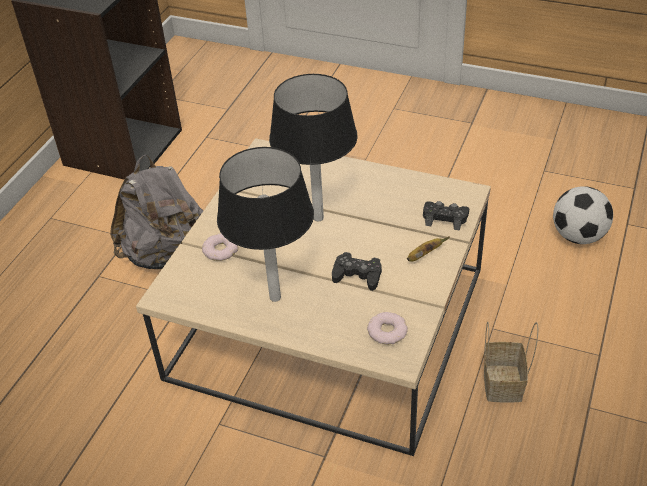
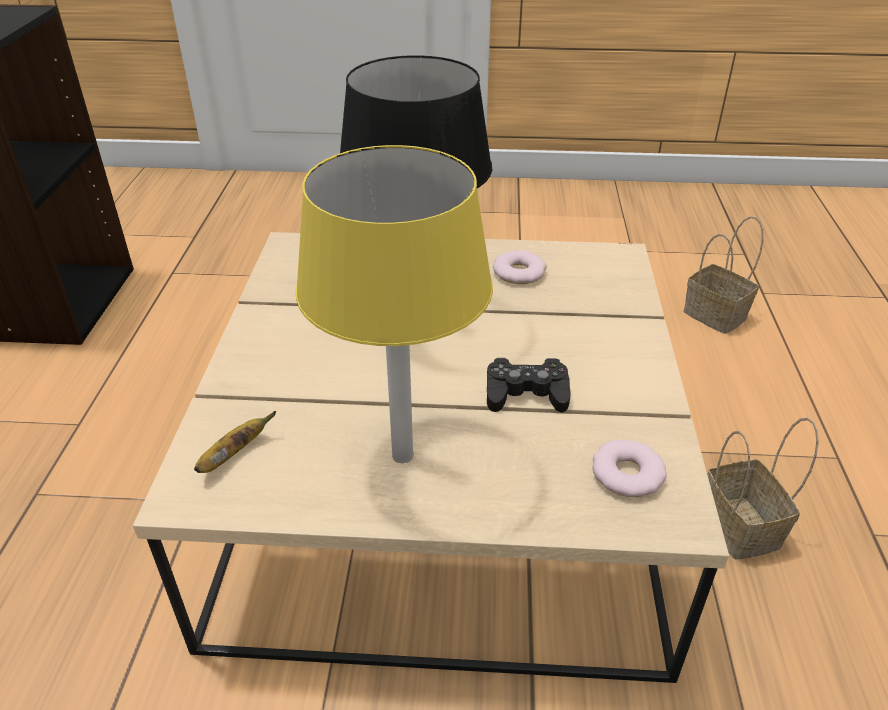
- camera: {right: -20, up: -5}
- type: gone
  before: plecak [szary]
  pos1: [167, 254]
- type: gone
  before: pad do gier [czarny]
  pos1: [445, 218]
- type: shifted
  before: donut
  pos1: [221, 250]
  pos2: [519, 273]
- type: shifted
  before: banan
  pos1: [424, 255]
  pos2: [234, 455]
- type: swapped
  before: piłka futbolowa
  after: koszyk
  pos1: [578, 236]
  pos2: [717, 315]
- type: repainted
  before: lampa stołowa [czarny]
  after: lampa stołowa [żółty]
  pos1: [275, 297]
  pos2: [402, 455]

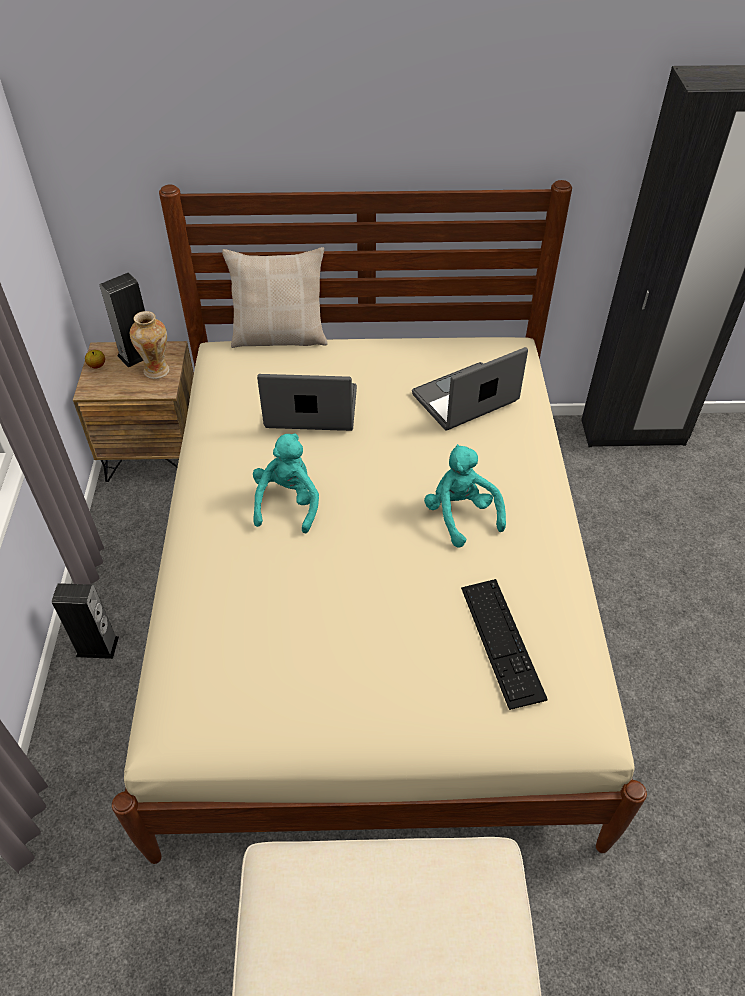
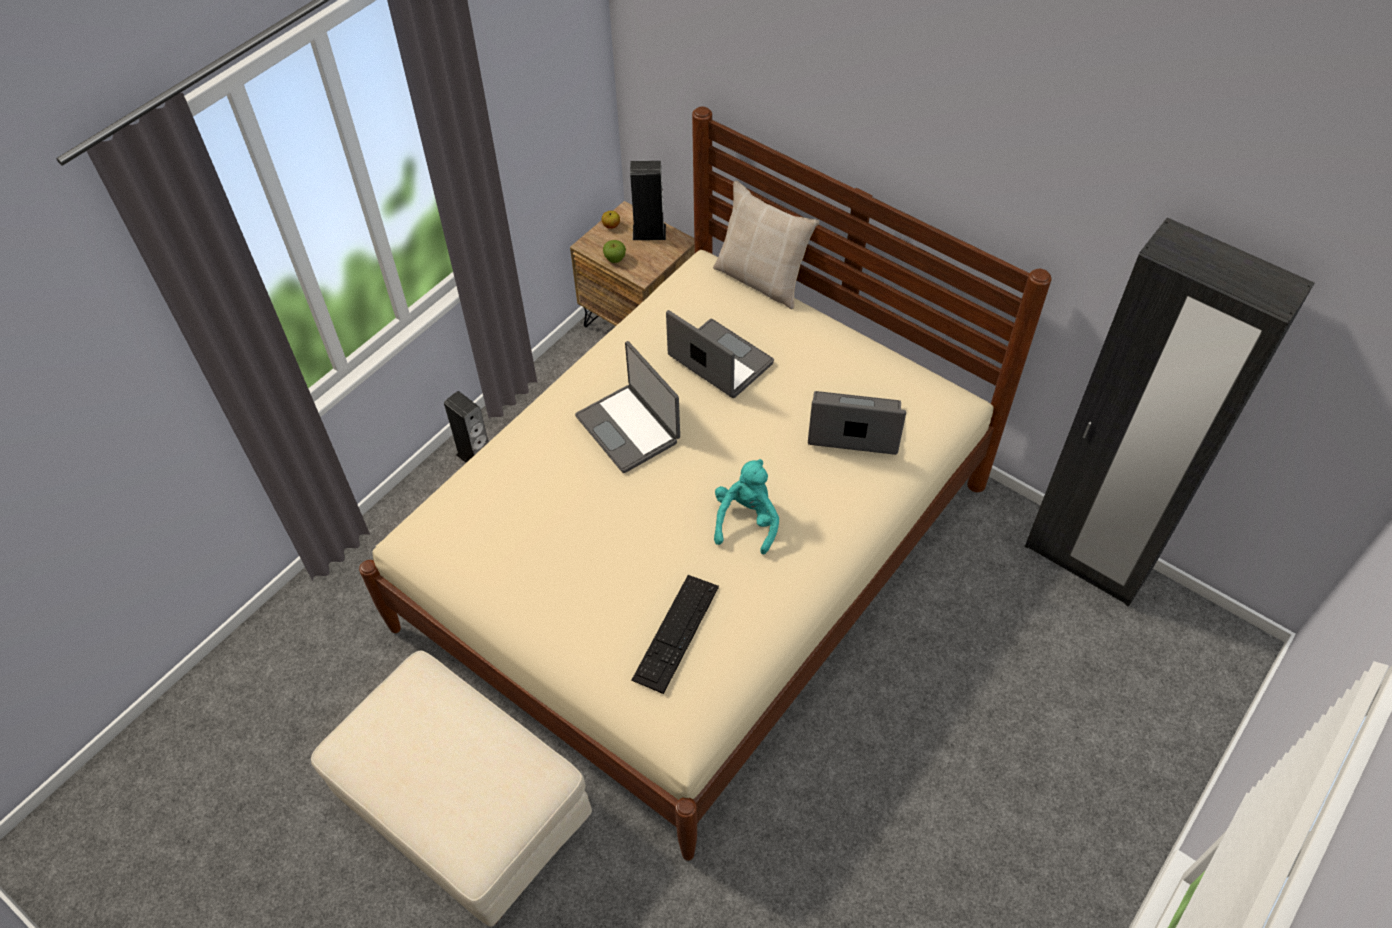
- camera: {right: 40, up: 5}
- type: gone
  before: wazon
  pos1: [157, 370]
- type: new
  after: jabłko
  pos2: [615, 259]
- type: swapped
  before: pluszak [turkusowy]
  after: laptop
  pos1: [288, 503]
  pos2: [629, 428]

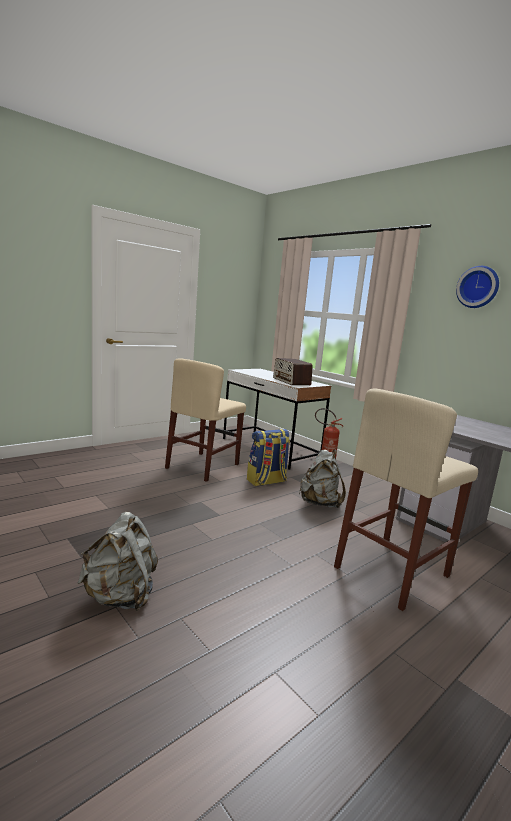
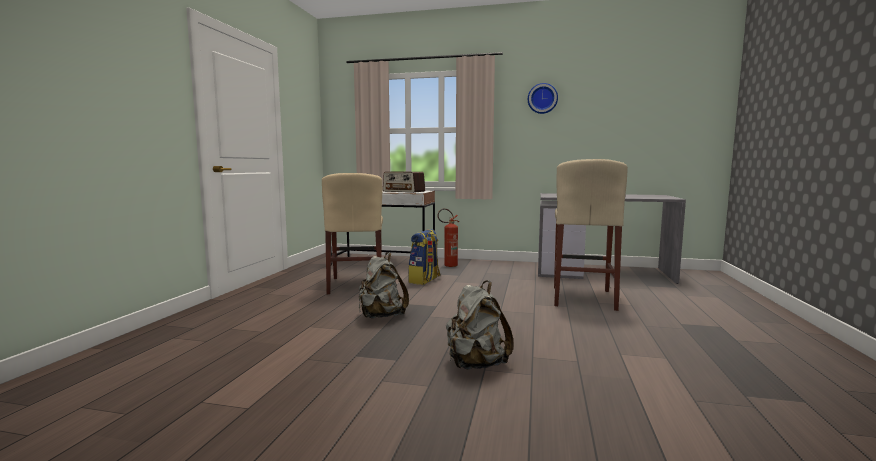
- camera: {right: -35, up: -5}
- type: shifted
  before: plecak [szary]
  pos1: [320, 503]
  pos2: [381, 316]

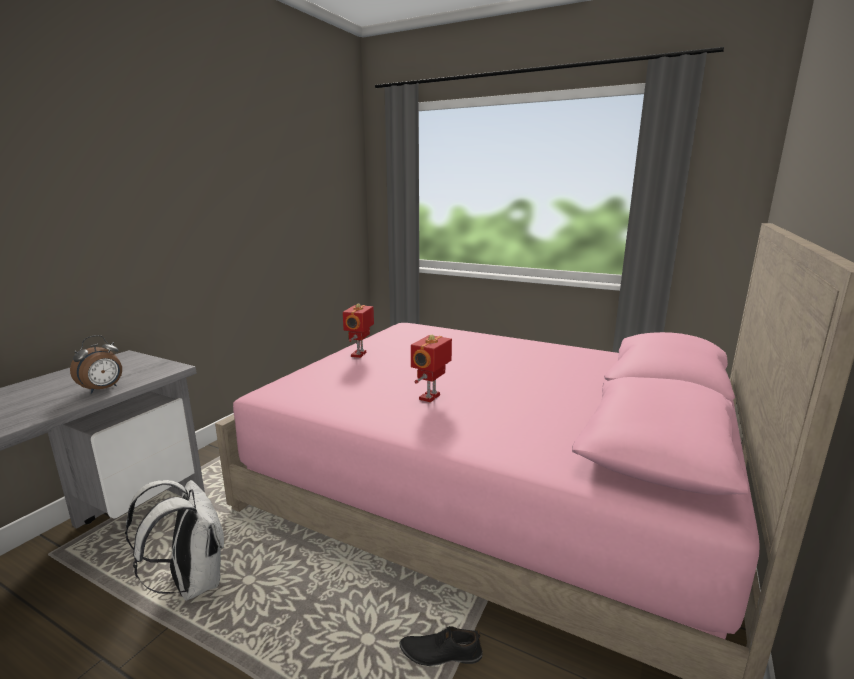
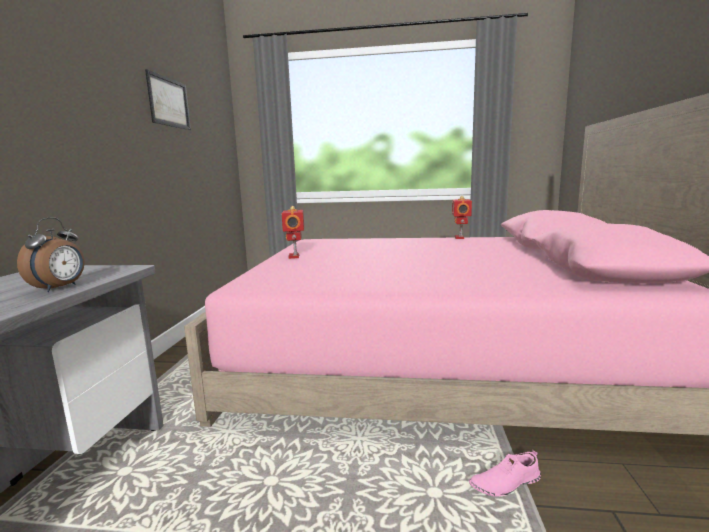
- camera: {right: -20, up: -5}
- type: gone
  before: plecak [biały]
  pos1: [192, 582]
- type: new
  after: obraz
  pos2: [169, 102]
- type: shifted
  before: robot zabawkowy
  pos1: [431, 397]
  pos2: [460, 238]
- type: repainted
  before: but [czarny]
  after: but [różowy]
  pos1: [440, 653]
  pos2: [504, 482]

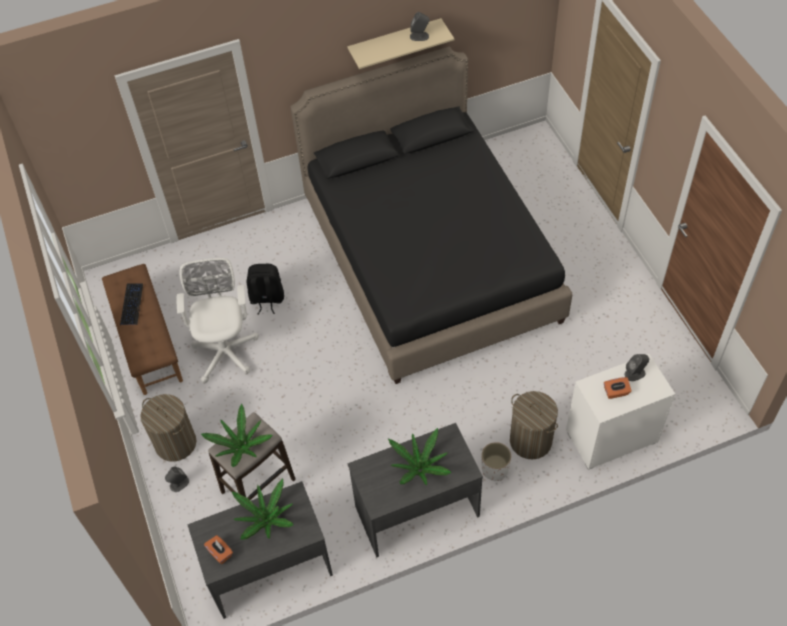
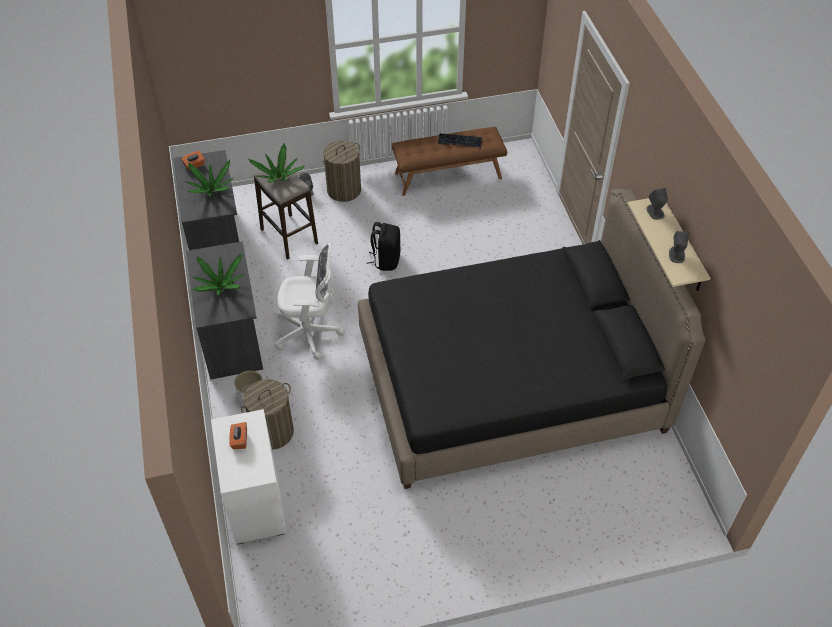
- camera: {right: 95, up: -5}
- type: shifted
  before: krzesło biurowe [biały]
  pos1: [225, 350]
  pos2: [311, 333]
- type: shifted
  before: plecak [czarny]
  pos1: [266, 299]
  pos2: [386, 260]
- type: shifted
  before: głośnik [szary]
  pos1: [635, 373]
  pos2: [655, 212]

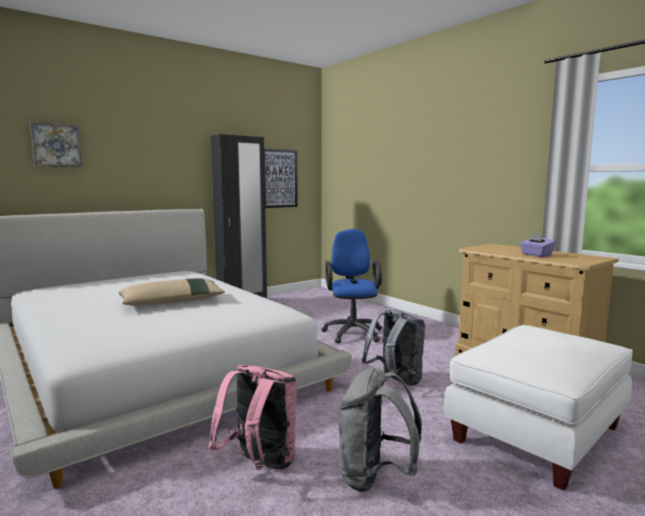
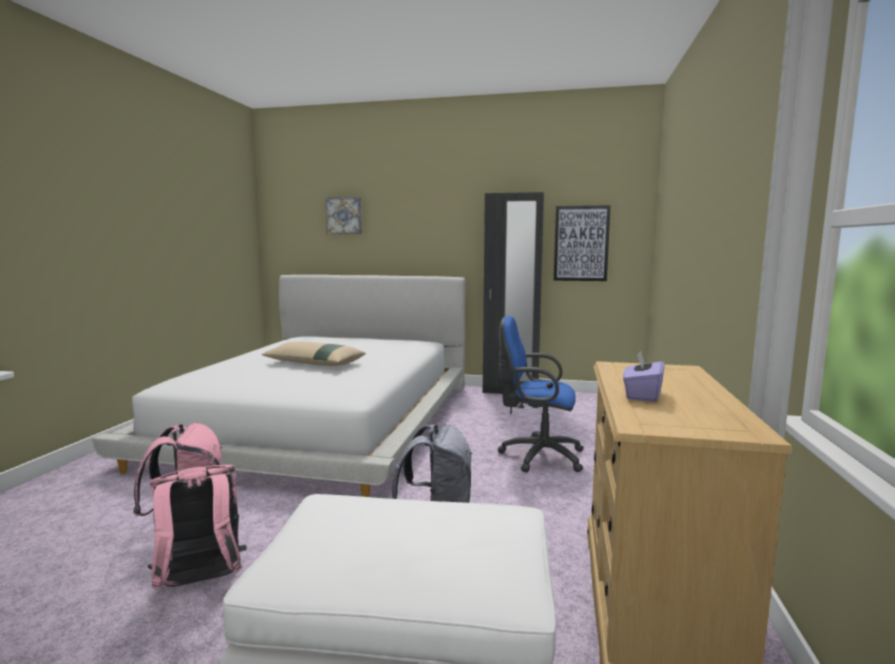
- camera: {right: 50, up: 0}
- type: repainted
  before: plecak [szary]
  after: plecak [różowy]
  pos1: [375, 477]
  pos2: [201, 584]
- type: rotated
  before: krzesło biurowe [niebieski]
  pos1: [352, 332]
  pos2: [537, 456]
  turn: -120

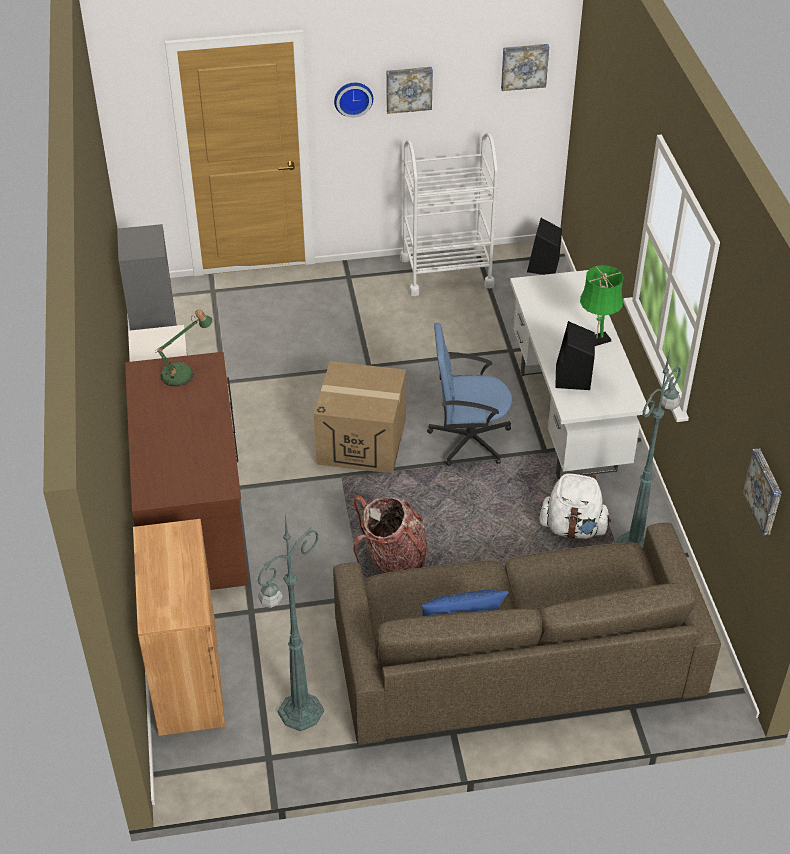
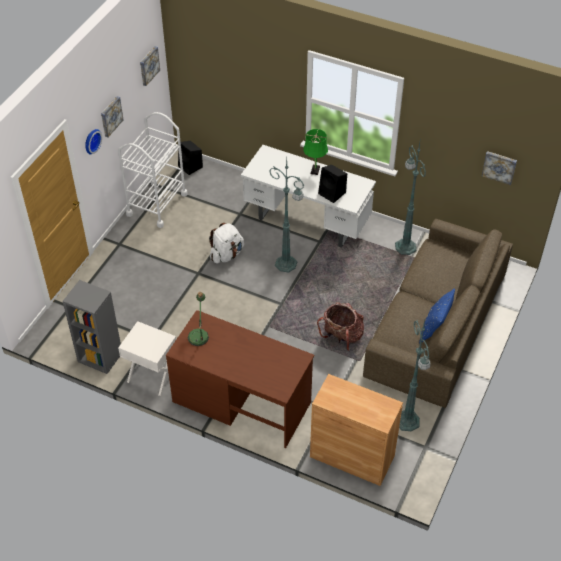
- camera: {right: -55, up: 5}
- type: gone
  before: karton
  pos1: [362, 441]
- type: shifted
  before: plecak [biały]
  pos1: [573, 528]
  pos2: [226, 254]
- type: swapped
  before: krzesło biurowe [niebieski]
  after: lampa stojąca [zielony]
  pos1: [468, 439]
  pos2: [287, 264]

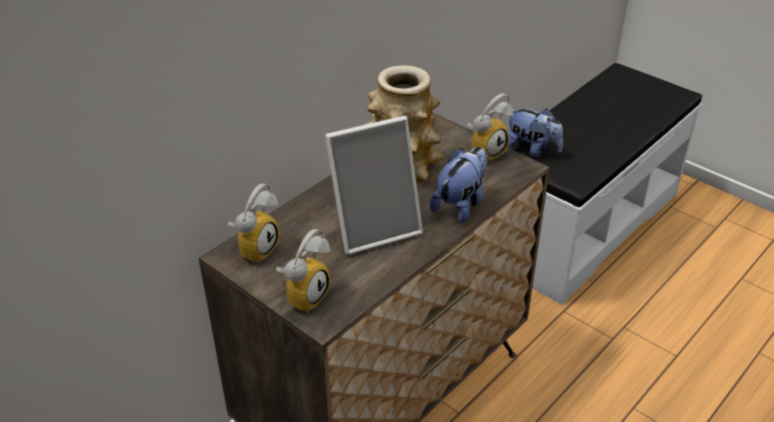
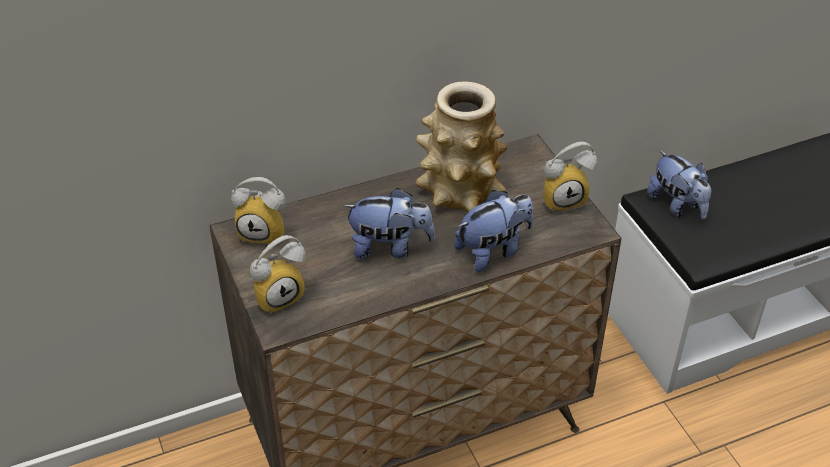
- camera: {right: 25, up: 5}
- type: swapped
  before: ramka na zdjęcie
  after: pluszak
  pos1: [374, 227]
  pos2: [390, 247]
- type: rotated
  before: budzik
  pos1: [255, 248]
  pos2: [265, 232]
  turn: 45

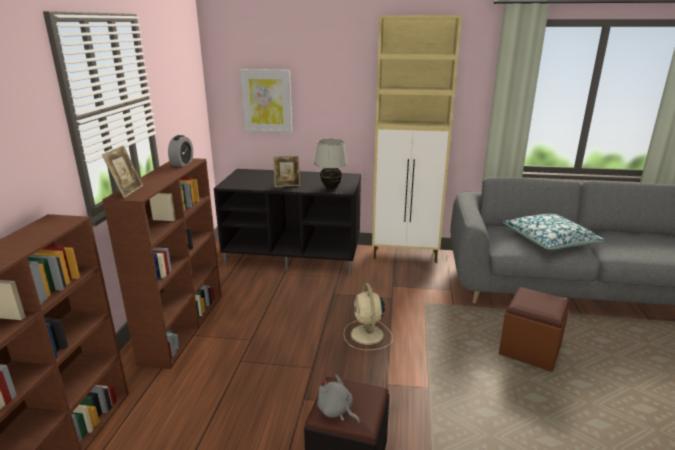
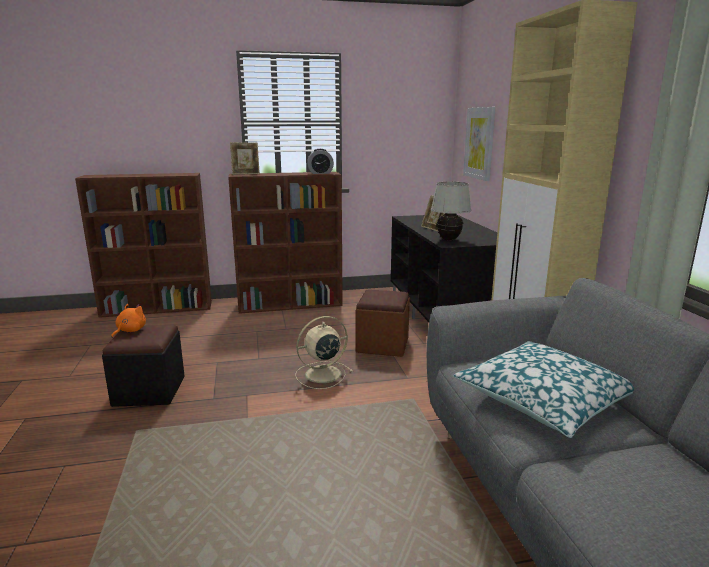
- camera: {right: 70, up: -5}
- type: shifted
  before: pufa [brązowy]
  pos1: [530, 349]
  pos2: [382, 345]
- type: repainted
  before: pluszak [szary]
  after: pluszak [pomarańczowy]
  pos1: [336, 411]
  pos2: [130, 331]

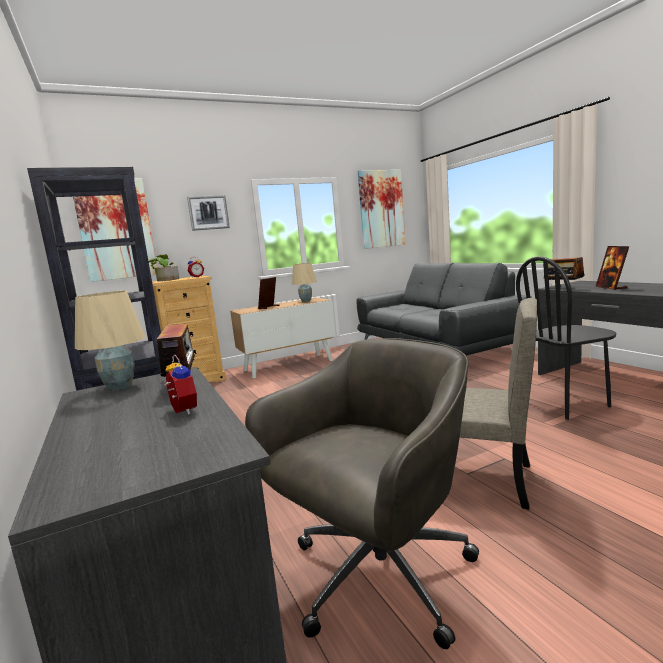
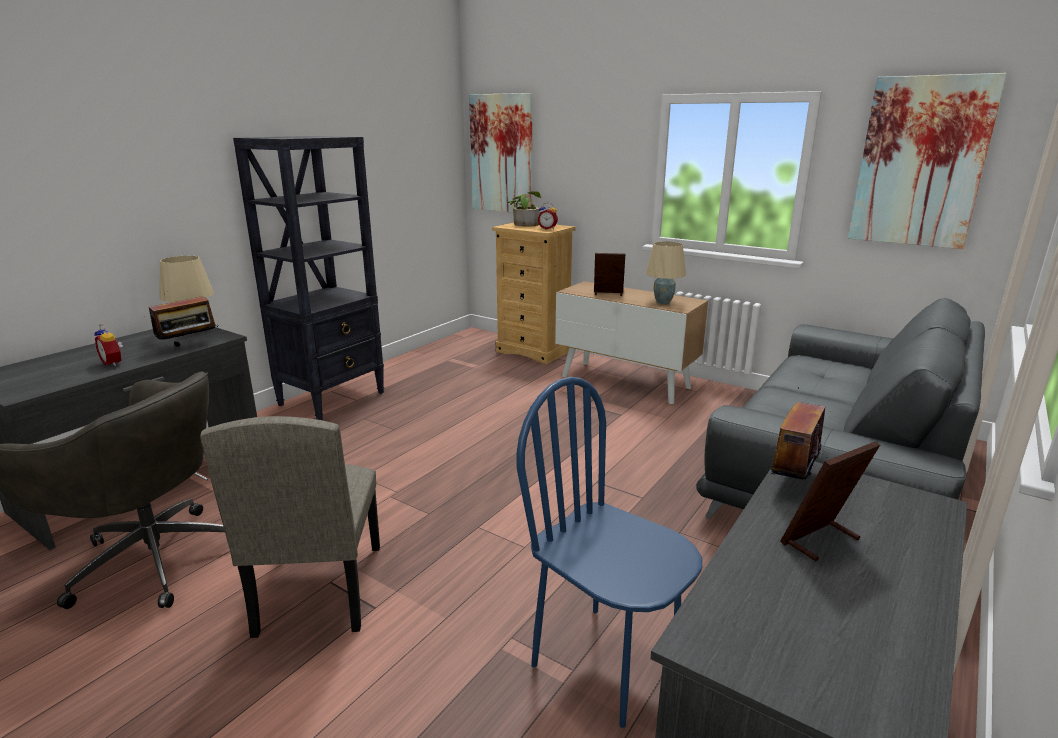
- camera: {right: 60, up: 10}
- type: gone
  before: obraz
  pos1: [208, 213]
- type: repainted
  before: krzesło [czarny]
  after: krzesło [niebieski]
  pos1: [566, 404]
  pos2: [606, 663]
- type: rotated
  before: budzik
  pos1: [181, 411]
  pos2: [114, 363]
  turn: 105

